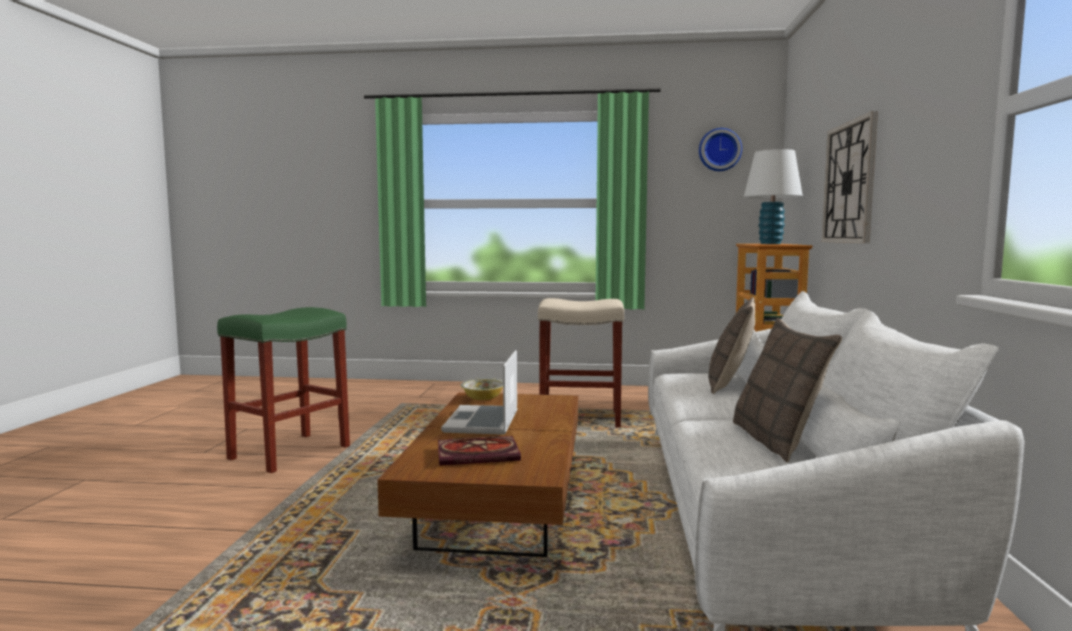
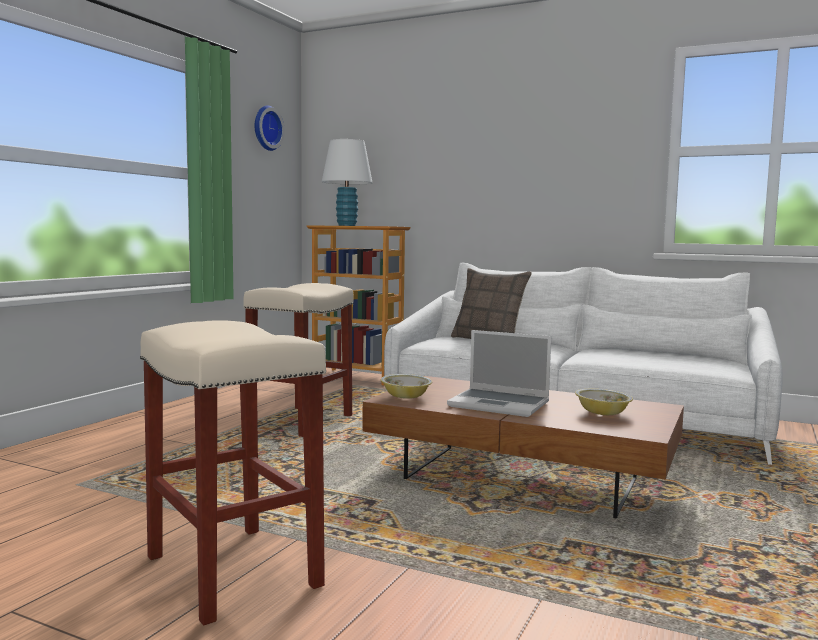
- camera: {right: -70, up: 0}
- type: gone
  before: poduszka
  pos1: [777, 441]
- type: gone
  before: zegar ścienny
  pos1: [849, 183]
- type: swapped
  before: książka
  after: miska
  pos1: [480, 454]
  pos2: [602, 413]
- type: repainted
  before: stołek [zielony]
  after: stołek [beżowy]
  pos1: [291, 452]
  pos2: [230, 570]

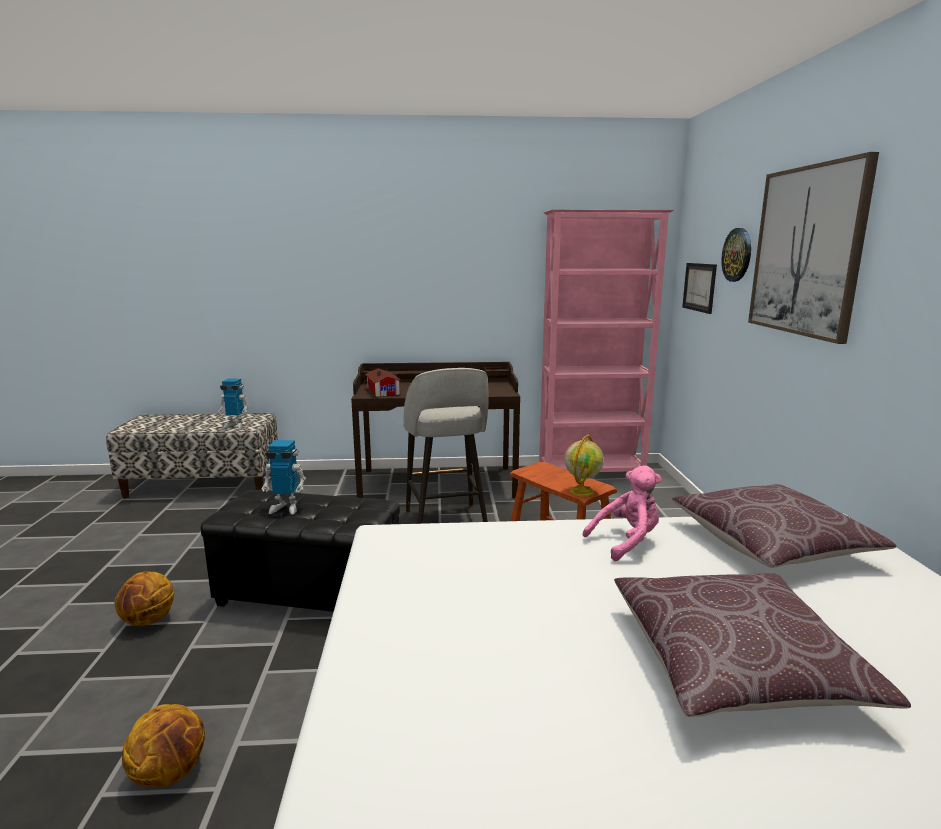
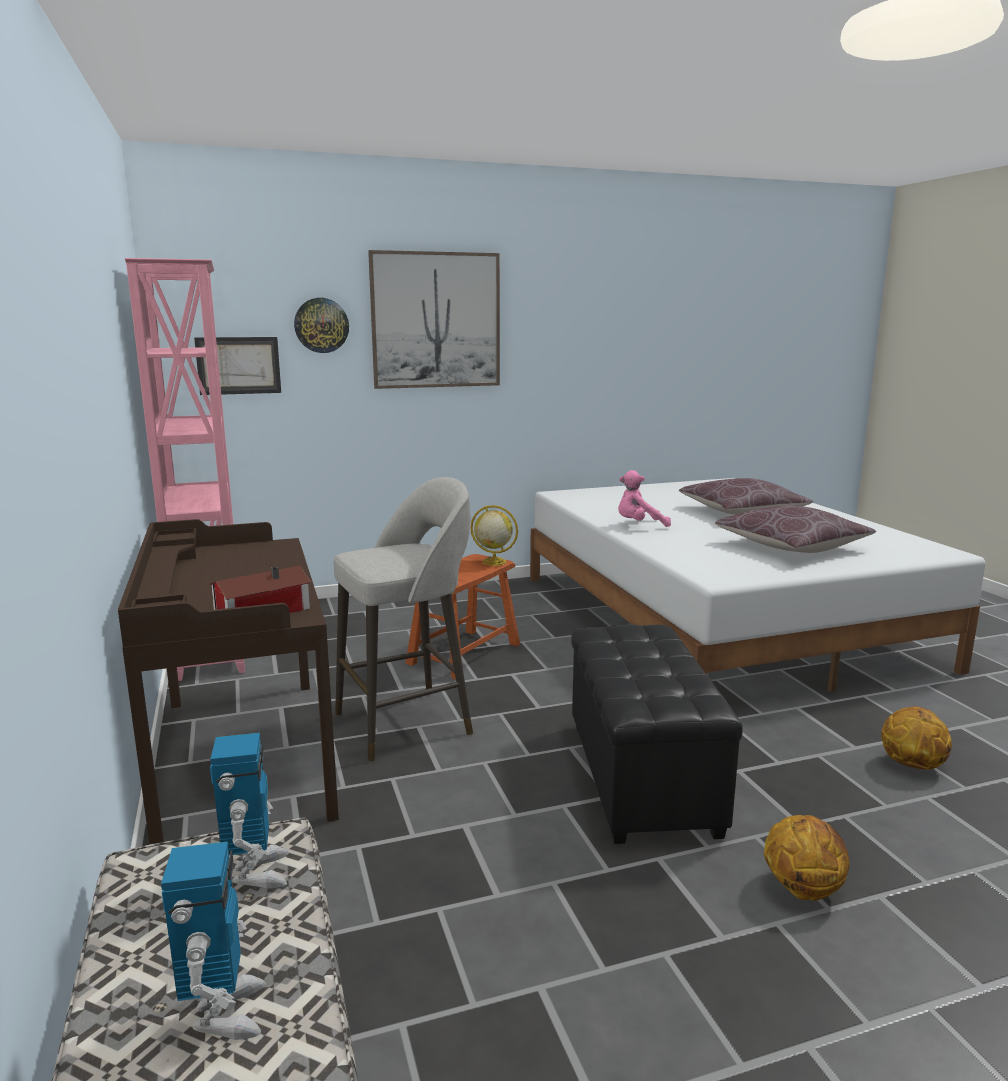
- camera: {right: -105, up: 0}
- type: shifted
  before: robot zabawkowy
  pos1: [286, 508]
  pos2: [224, 1013]
- type: shifted
  before: poduszka [brązowy]
  pos1: [770, 544]
  pos2: [791, 546]
- type: rotated
  before: pluszak [różowy]
  pos1: [626, 542]
  pos2: [639, 525]
  turn: -60

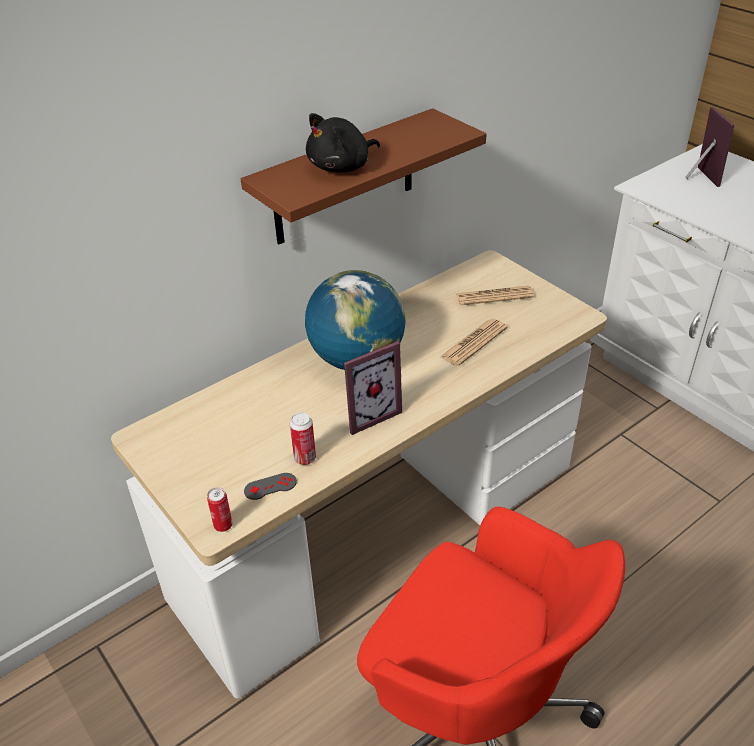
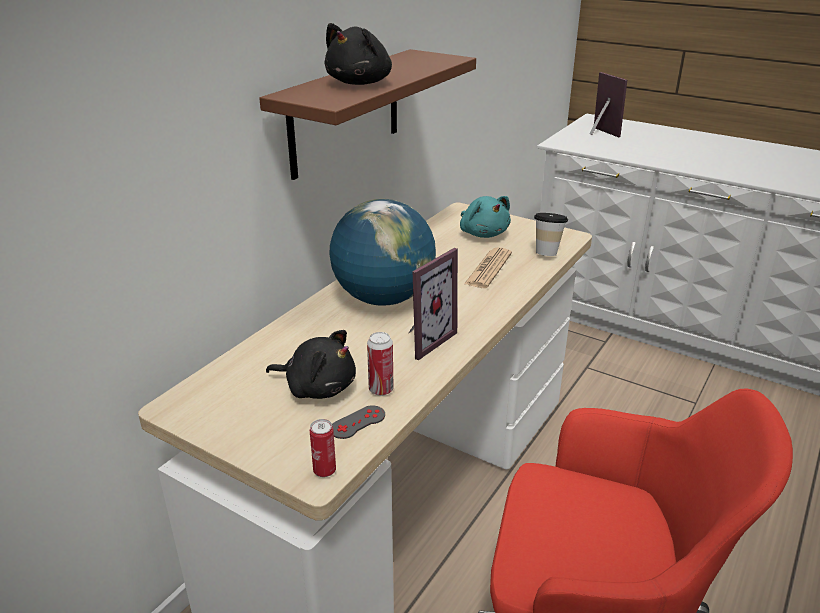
- camera: {right: -20, up: -10}
- type: new
  after: pluszak [czarny]
  pos2: [318, 387]
- type: new
  after: filiżanka
  pos2: [547, 252]
- type: swapped
  before: gazeta
  after: pluszak [turkusowy]
  pos1: [494, 296]
  pos2: [483, 233]

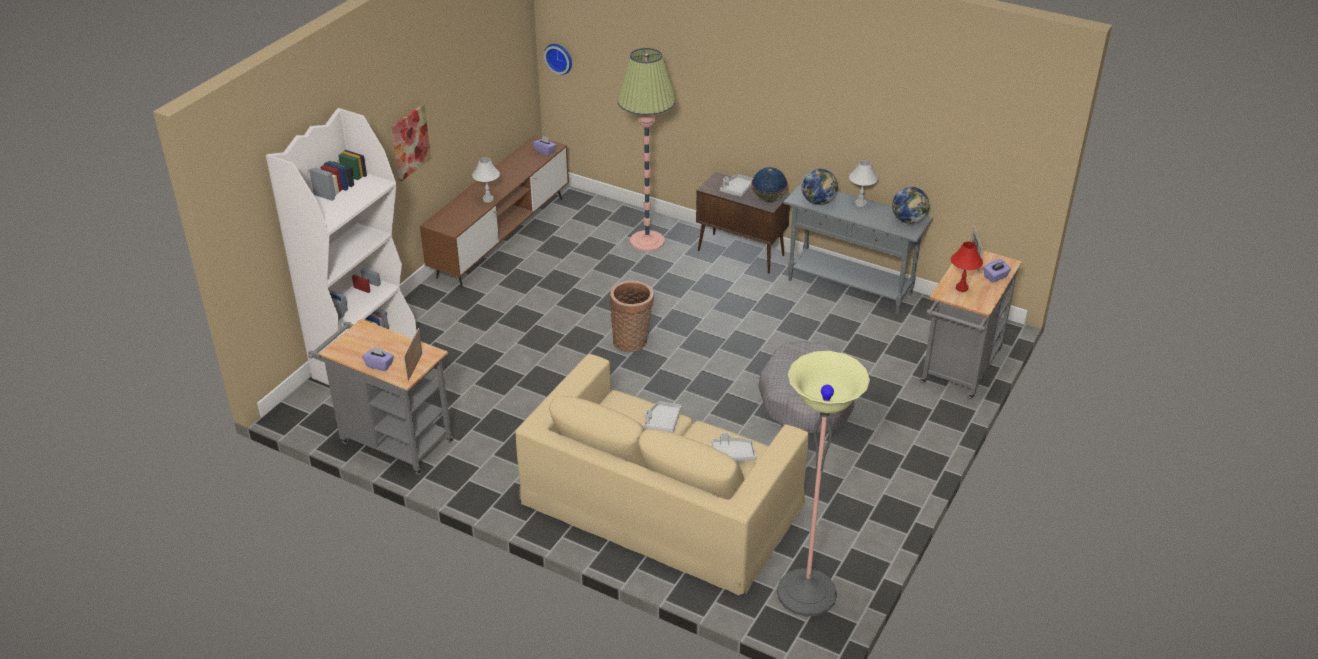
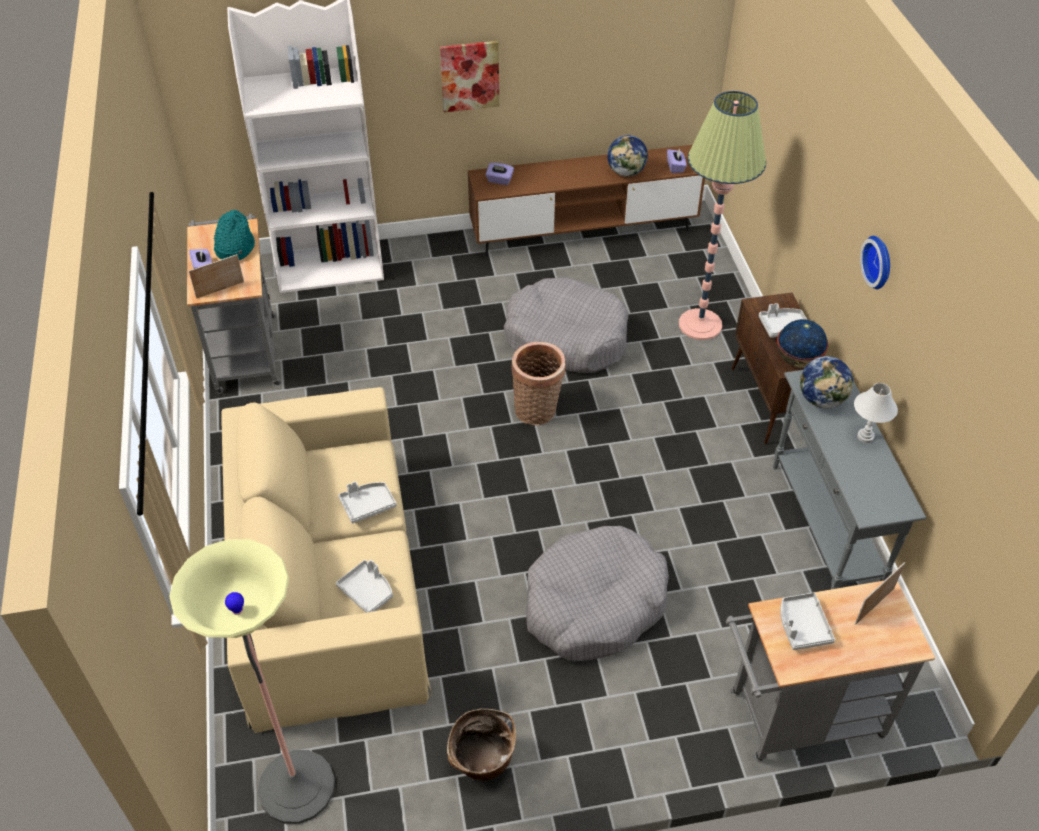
- camera: {right: 50, up: 10}
- type: gone
  before: lampa stołowa [biały]
  pos1: [488, 199]
- type: new
  after: kapelusz [turkusowy]
  pos2: [234, 247]
- type: new
  after: koszyk
  pos2: [482, 762]
- type: new
  after: legowisko [szary]
  pos2: [566, 338]
- type: shifted
  before: zegar ścienny
  pos1: [559, 58]
  pos2: [880, 261]
- type: shifted
  before: globus
  pos1: [908, 220]
  pos2: [626, 172]
- type: shifted
  before: pudełko chusteczek [fioletowy]
  pos1: [995, 277]
  pos2: [499, 180]
- type: swapped
  before: lampa stołowa [czerwony]
  after: taca [szary]
  pos1: [962, 288]
  pos2: [802, 626]

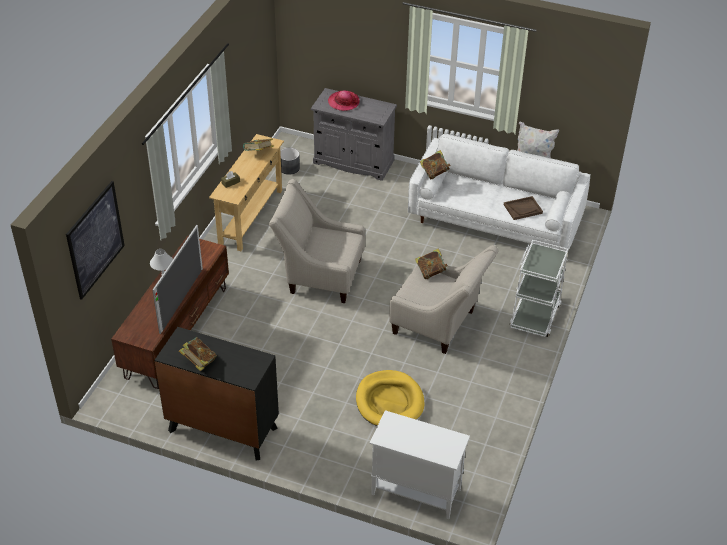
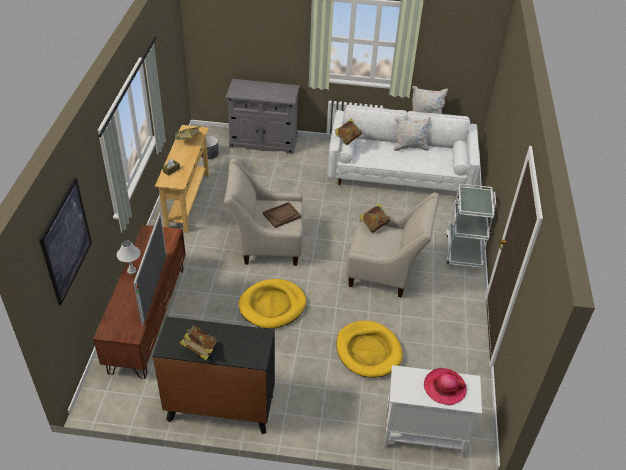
- camera: {right: -15, up: 0}
- type: new
  after: legowisko [żółty]
  pos2: [272, 306]
- type: new
  after: poduszka [biały]
  pos2: [410, 147]
- type: shifted
  before: kapelusz
  pos1: [343, 102]
  pos2: [444, 387]
- type: shifted
  before: taca [brązowy]
  pos1: [523, 209]
  pos2: [282, 215]

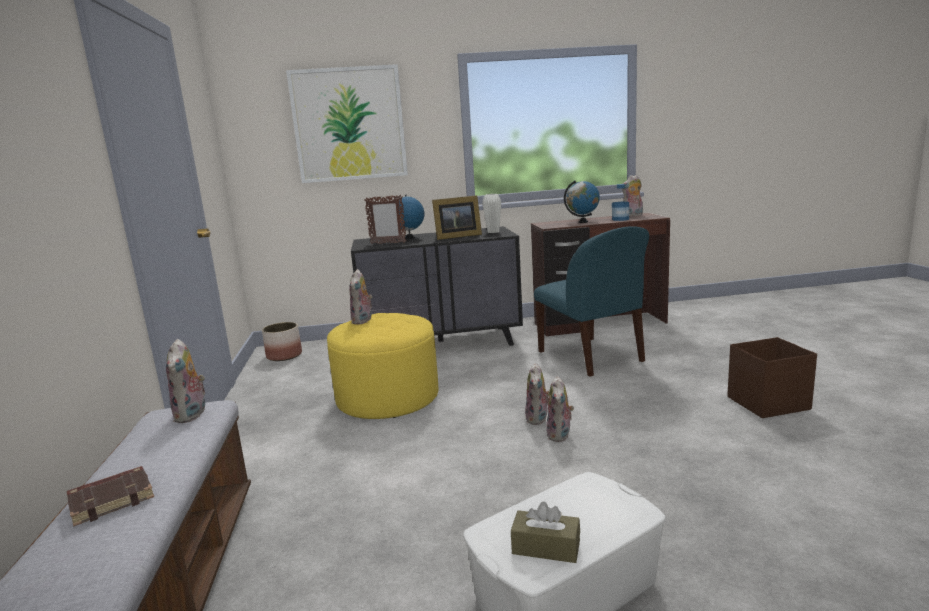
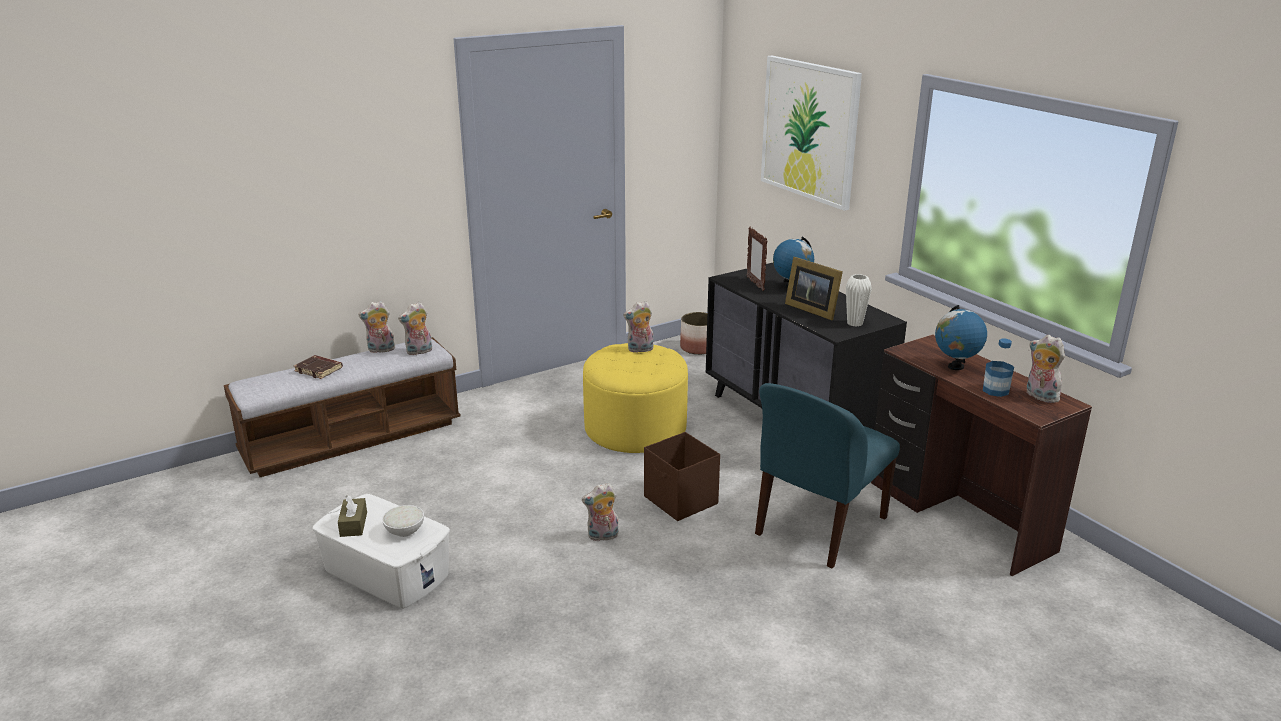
- camera: {right: 65, up: 10}
- type: new
  after: miska [biały]
  pos2: [405, 531]
- type: shifted
  before: pluszak
  pos1: [538, 419]
  pos2: [380, 350]
- type: shifted
  before: pojemnik do przechowywania [brązowy]
  pos1: [769, 403]
  pos2: [681, 501]

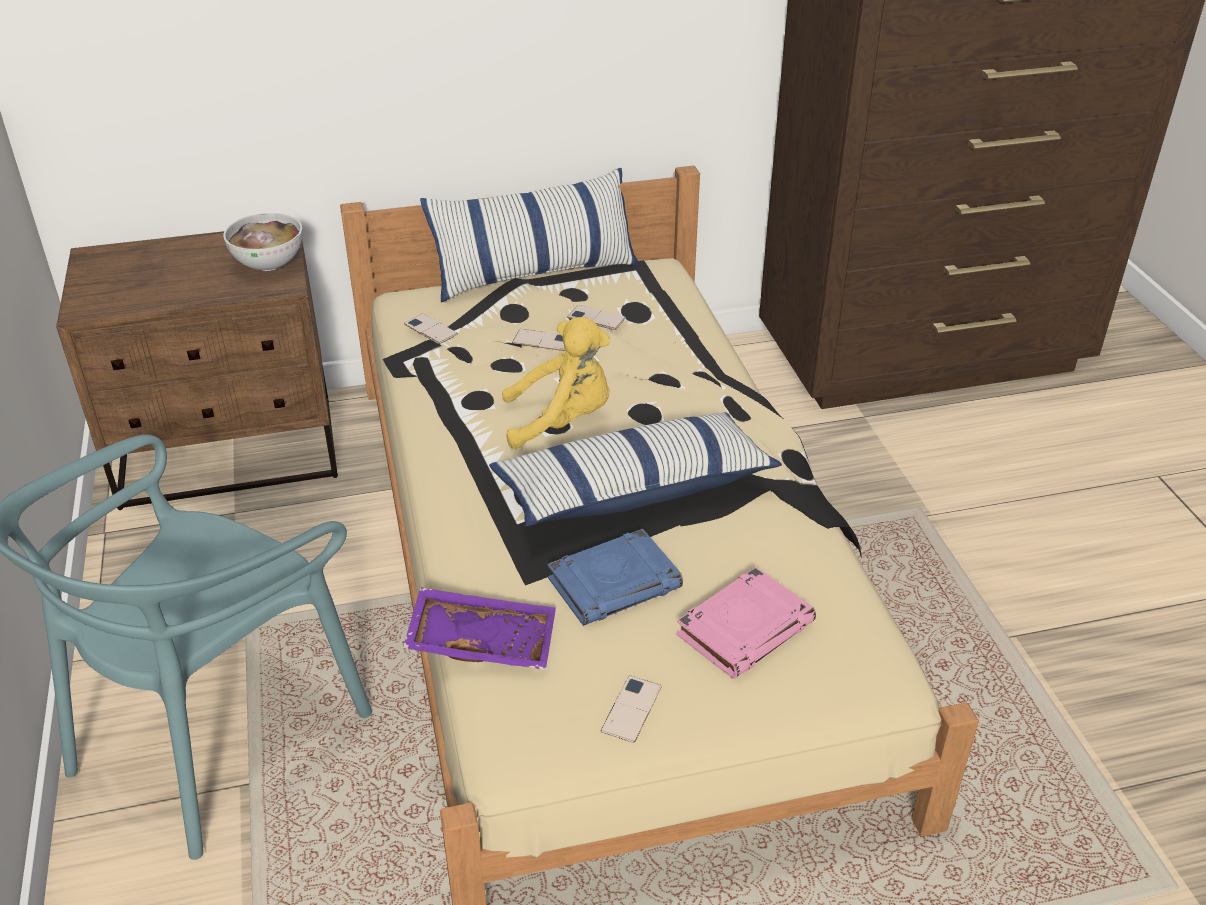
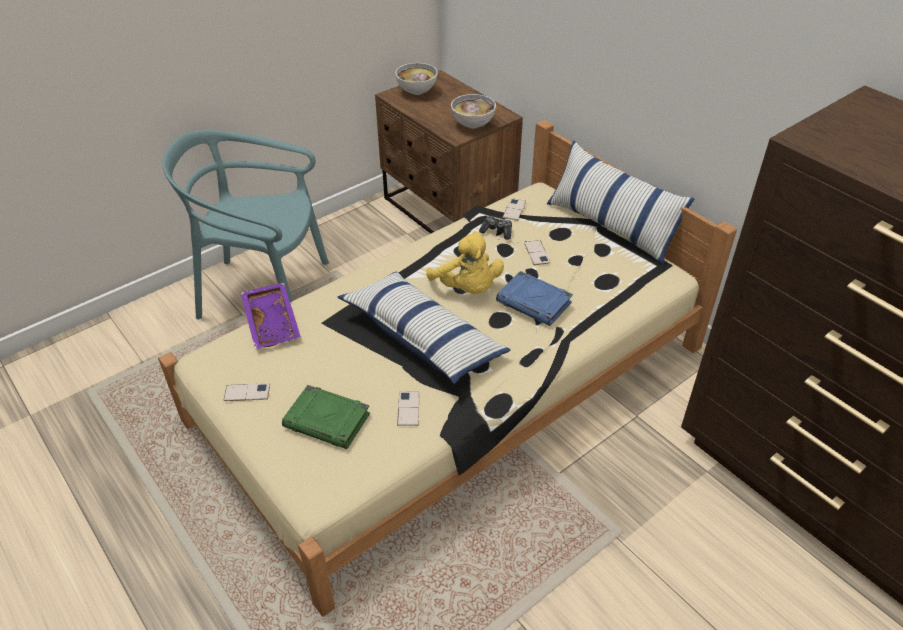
- camera: {right: 65, up: 5}
- type: new
  after: miska
  pos2: [416, 91]
- type: new
  after: pad do gier
  pos2: [497, 231]
- type: shifted
  before: książka [niebieski]
  pos1: [615, 583]
  pos2: [534, 302]
- type: shifted
  before: telefon
  pos1: [596, 318]
  pos2: [408, 408]
- type: repainted
  before: książka [różowy]
  after: książka [zielony]
  pos1: [745, 628]
  pos2: [328, 421]

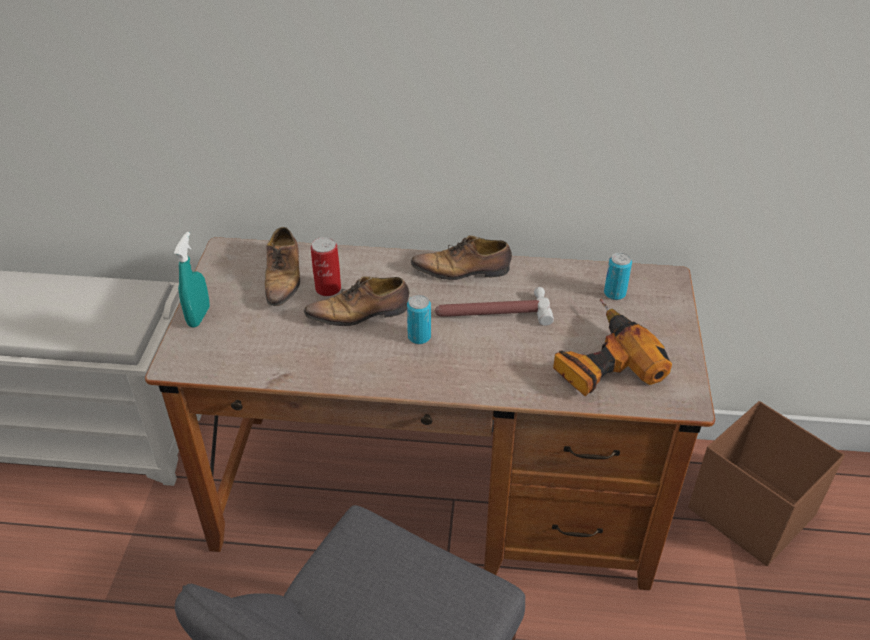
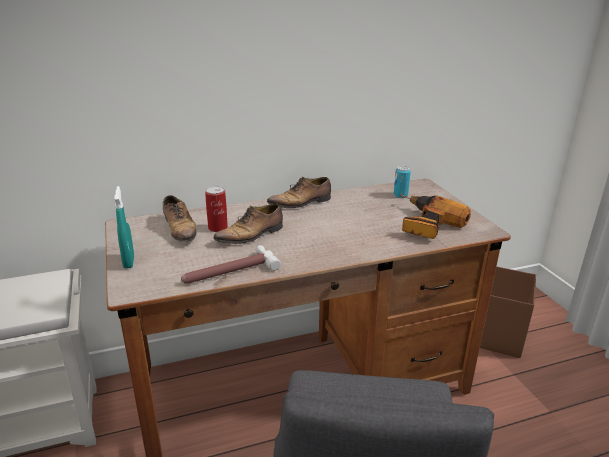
- camera: {right: -25, up: -15}
- type: gone
  before: puszka
  pos1: [419, 337]
- type: shifted
  before: młotek
  pos1: [491, 312]
  pos2: [228, 271]

